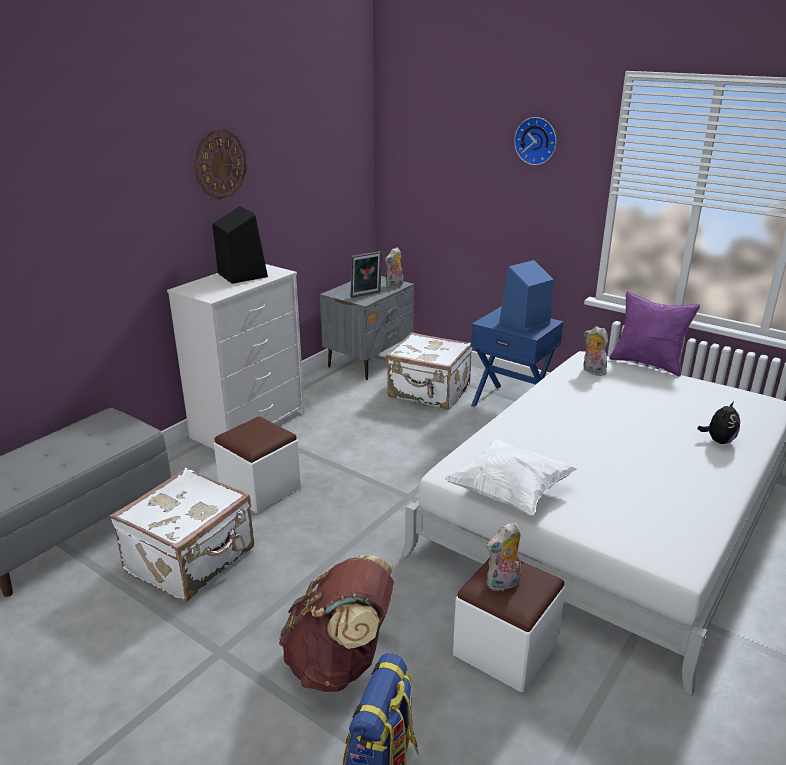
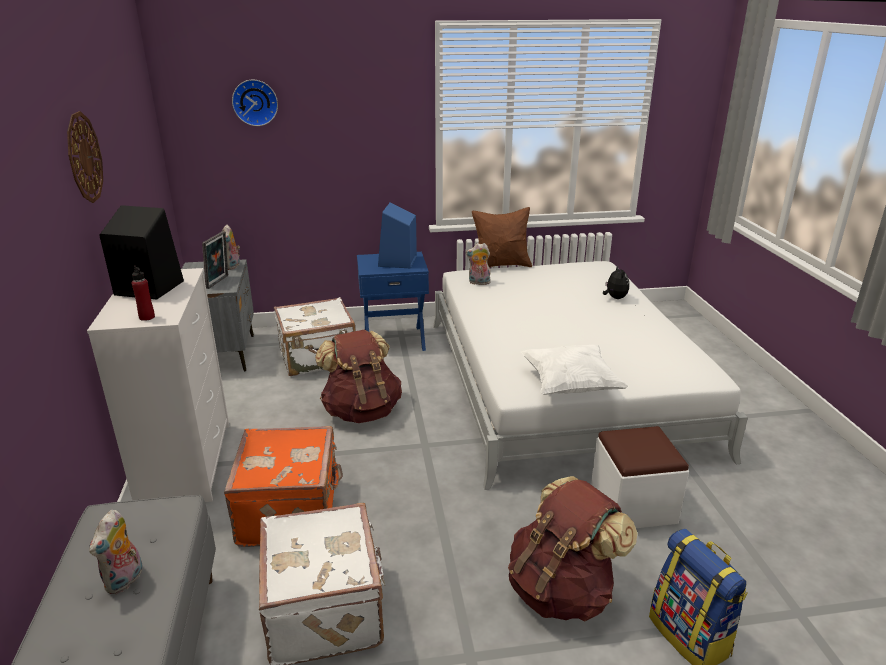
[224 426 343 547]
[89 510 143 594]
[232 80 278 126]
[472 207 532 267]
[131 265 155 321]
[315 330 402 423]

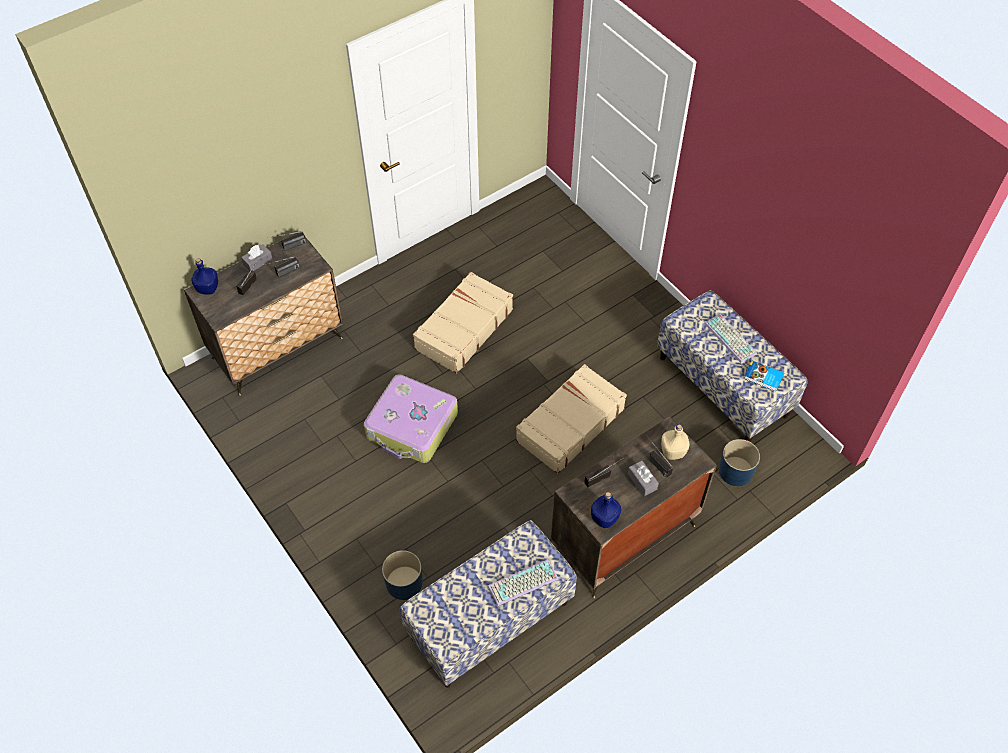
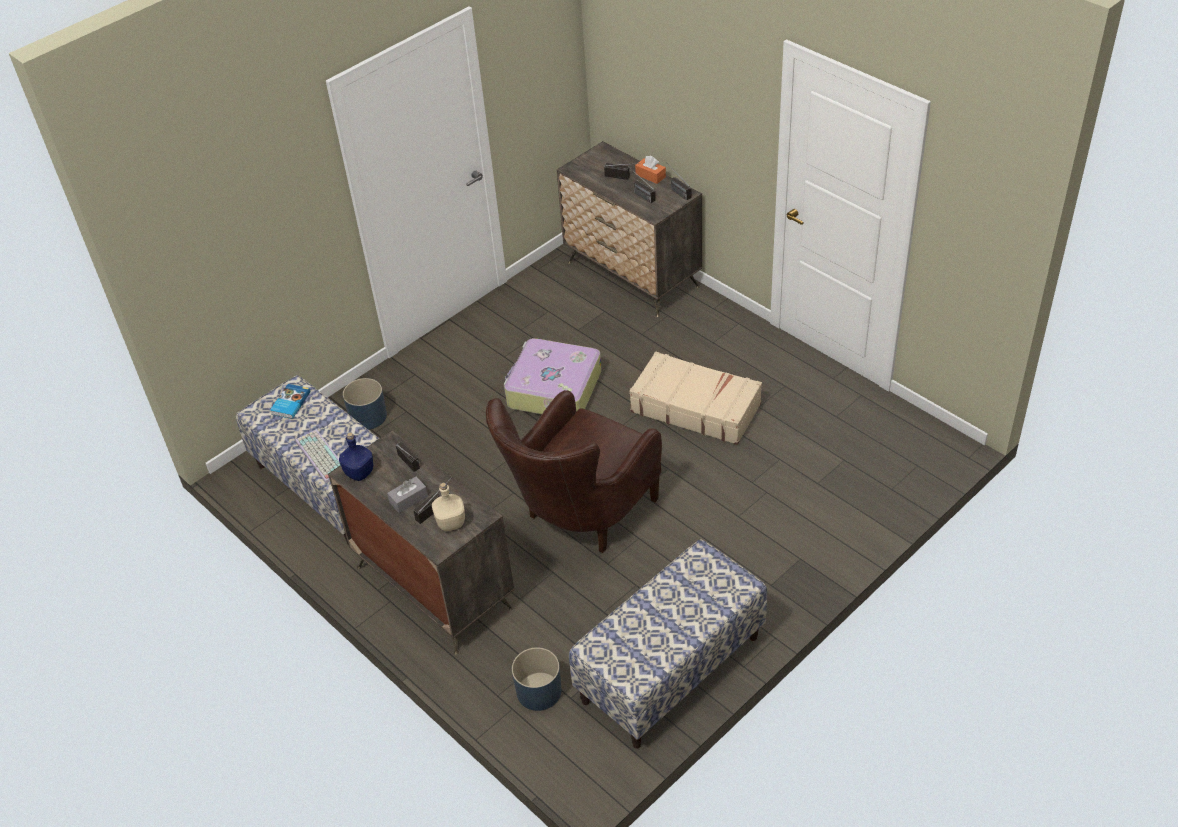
[191 258 218 295] (first image)
[635 156 666 184]
[486 390 662 553]
[704 314 757 363] (first image)
[270 384 311 419]

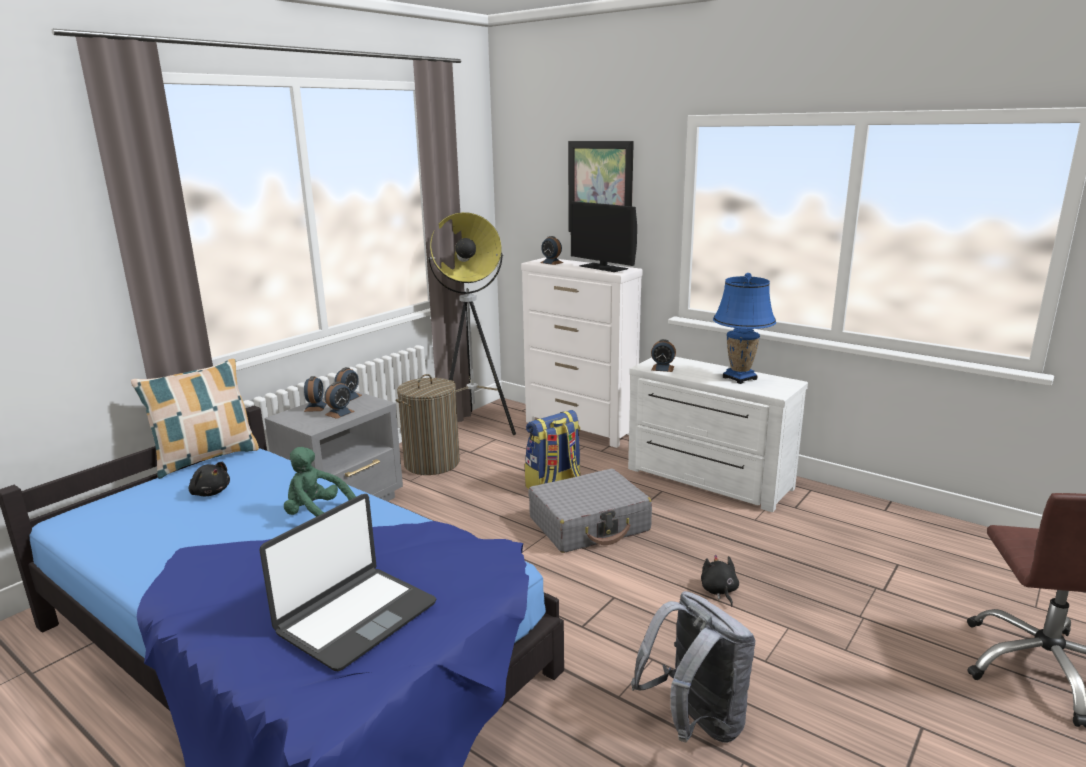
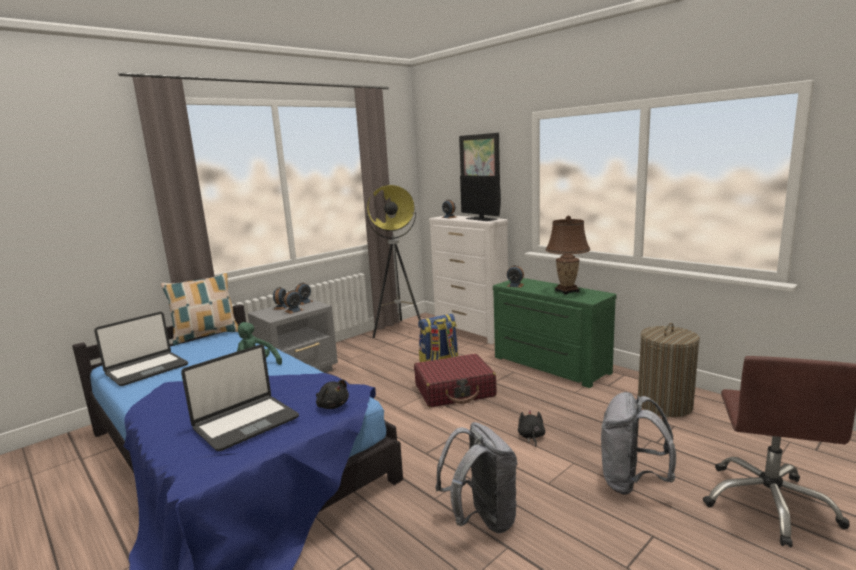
[316 379 349 409]
[638 323 700 417]
[414 354 497 407]
[493 278 617 388]
[546 216 590 295]
[94 312 188 386]
[601 392 676 495]

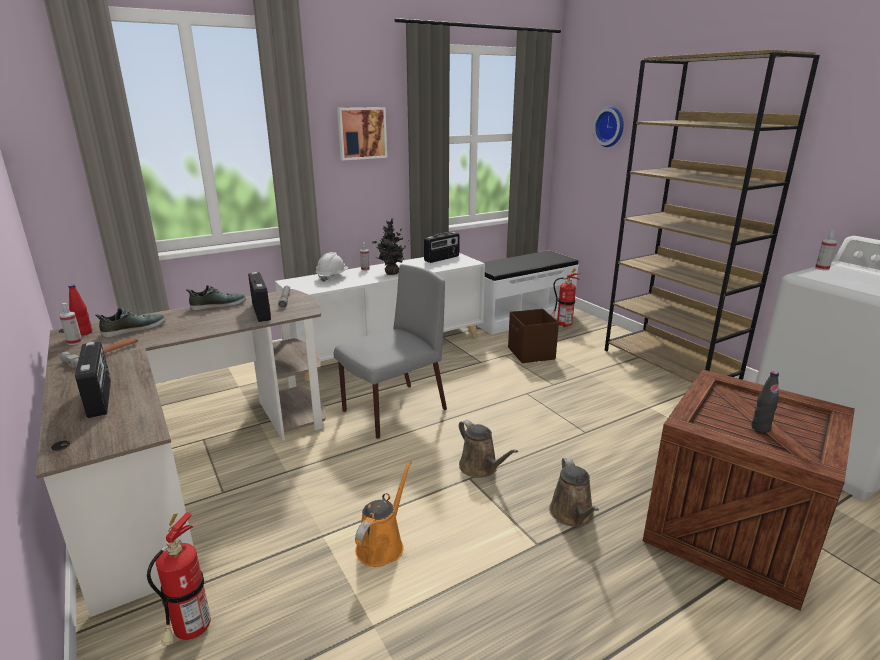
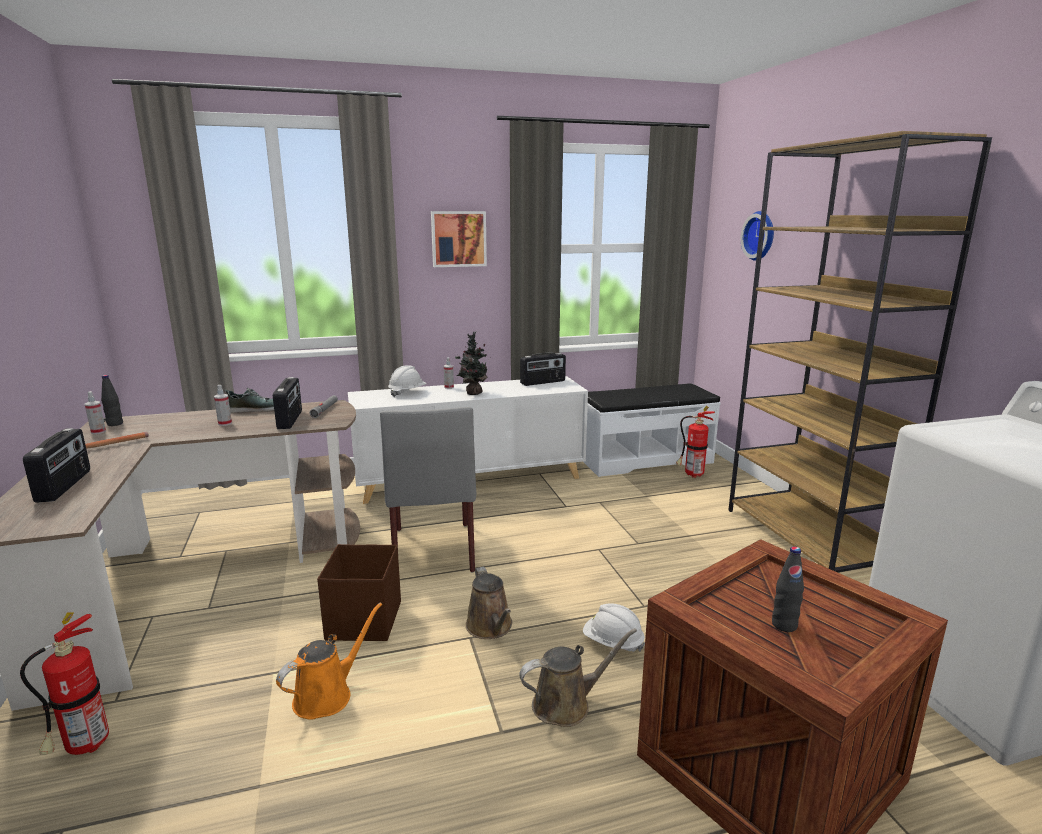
[101 375 123 426]
[95 308 165 337] (first image)
[380 407 476 572]
[317 544 401 641]
[519 628 637 727]
[214 385 232 426]
[583 603 645 652]

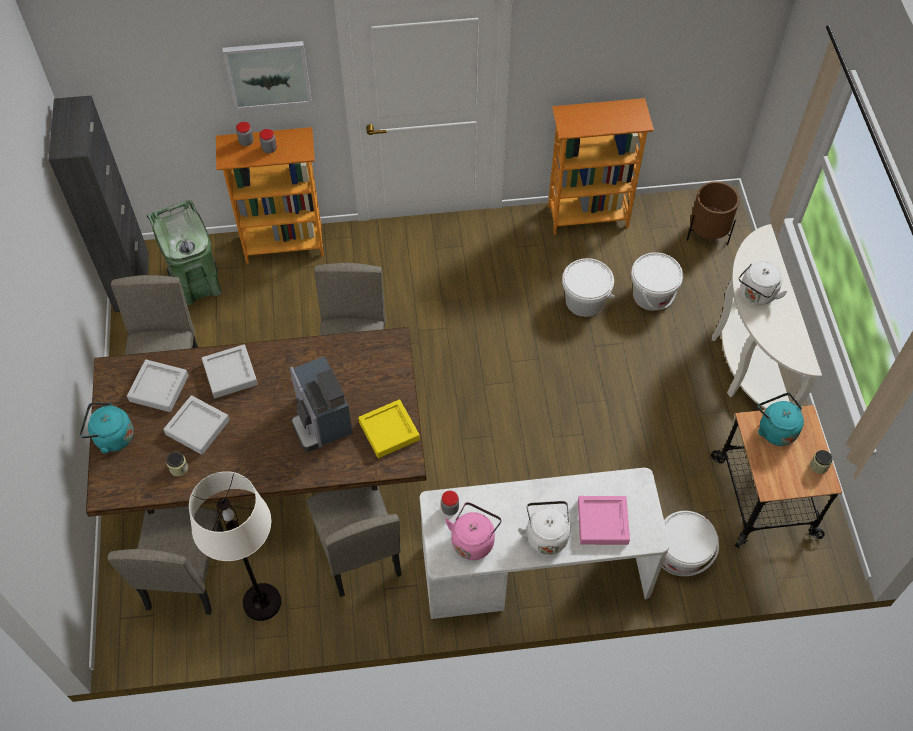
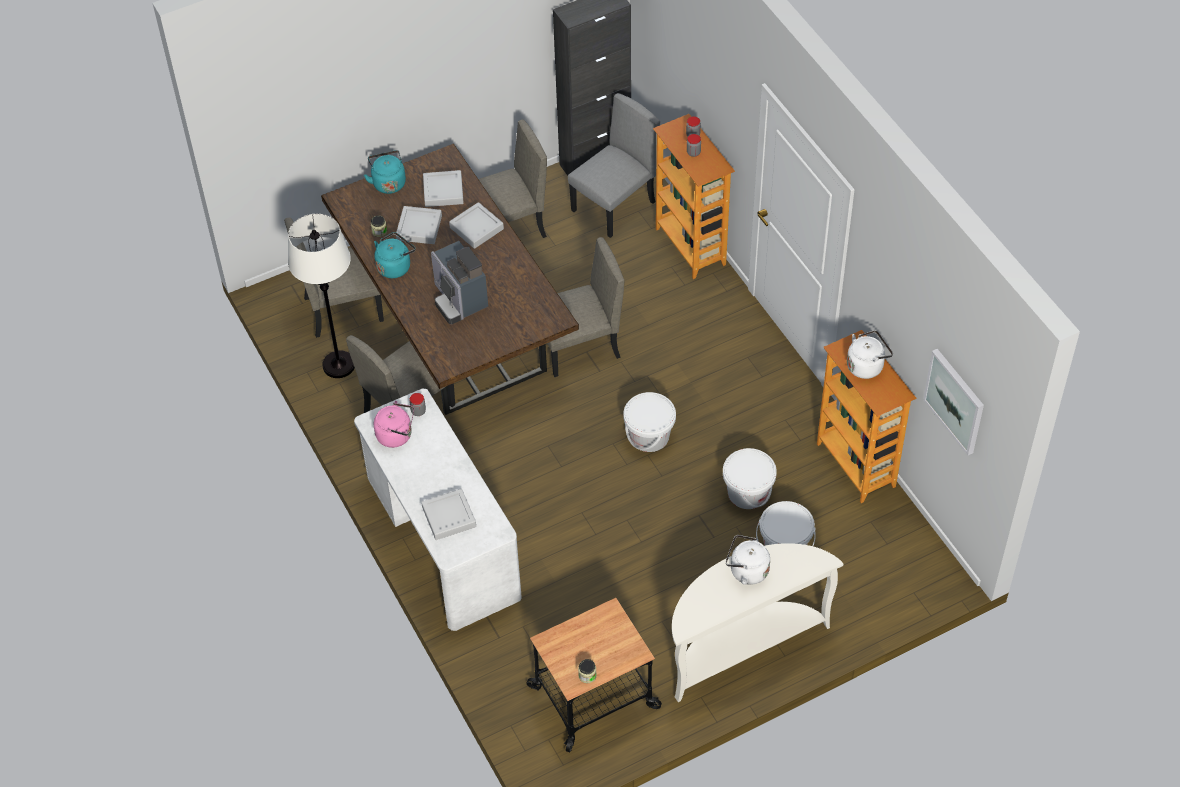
[568 93 660 238]
[923 349 984 455]
[431 241 488 324]
[358 399 420 458] (first image)
[847 330 893 379]
[421 489 476 540]
[623 392 676 452]
[687 181 740 245] (first image)
[374 232 415 278]

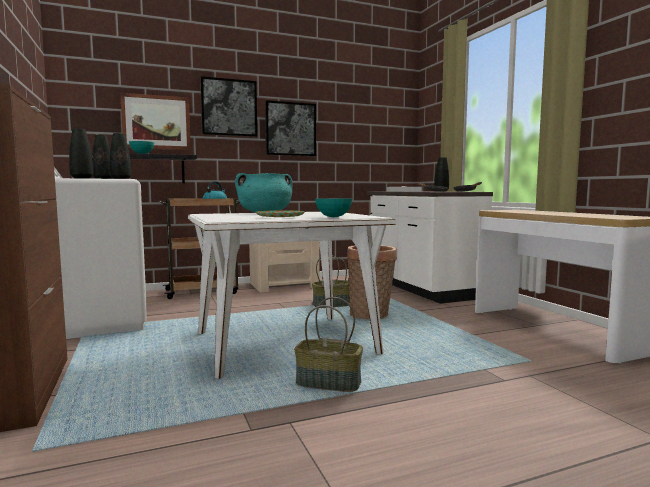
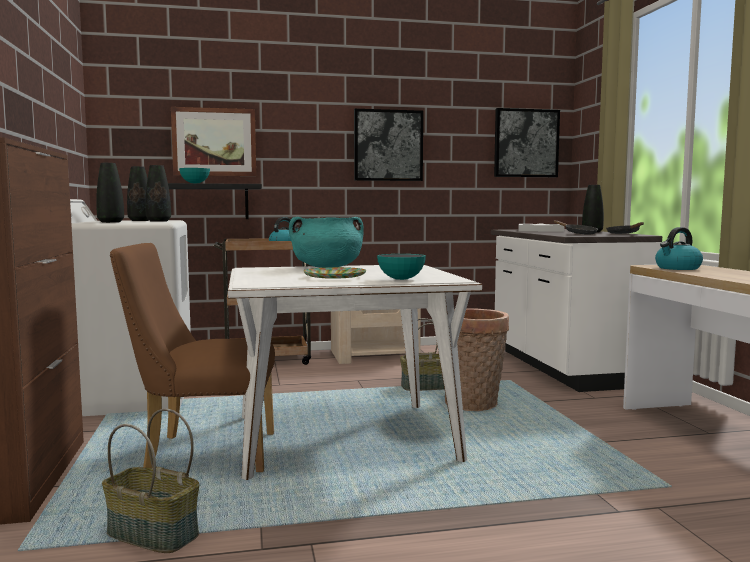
[494 108 560 177]
[102 408 200 553]
[110 243 275 472]
[655 227 703 270]

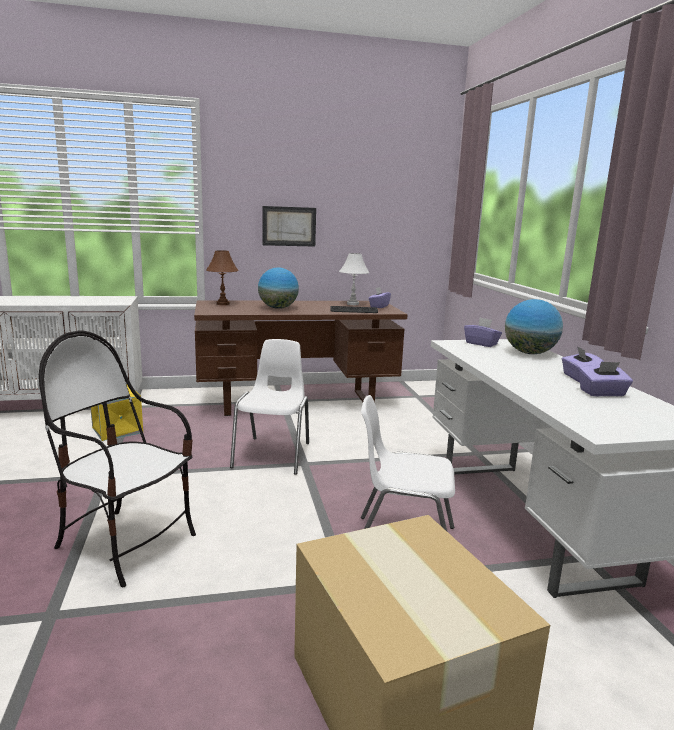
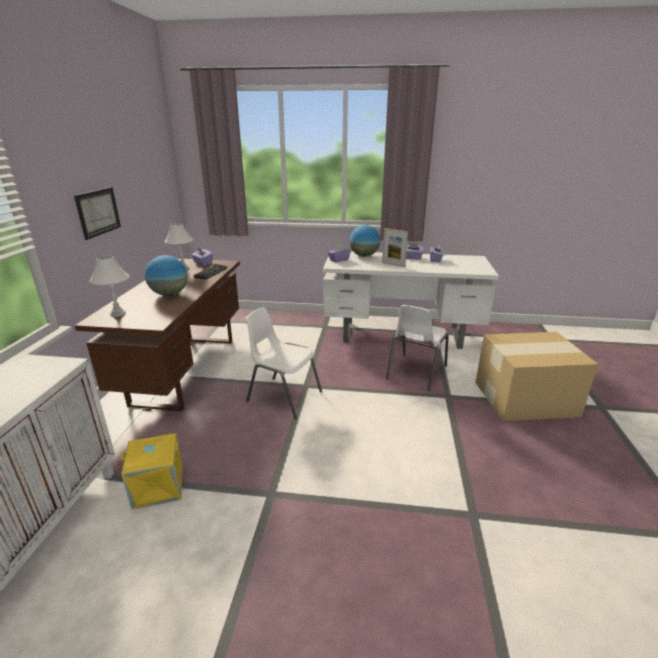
[39 331 196 587] (first image)
[89 256 130 317]
[382 228 408 267]

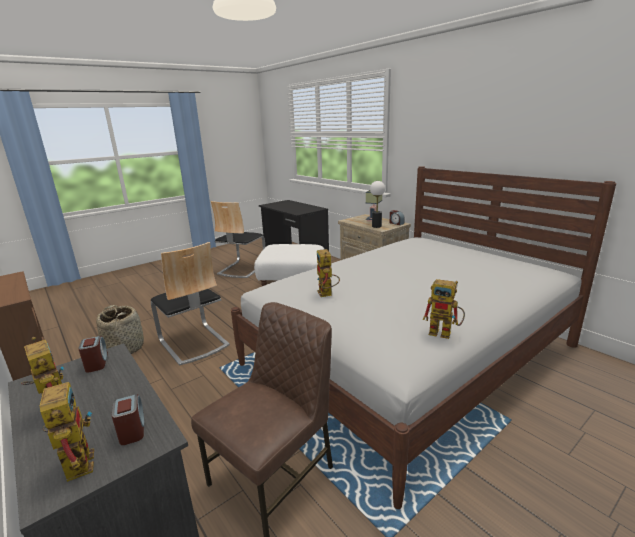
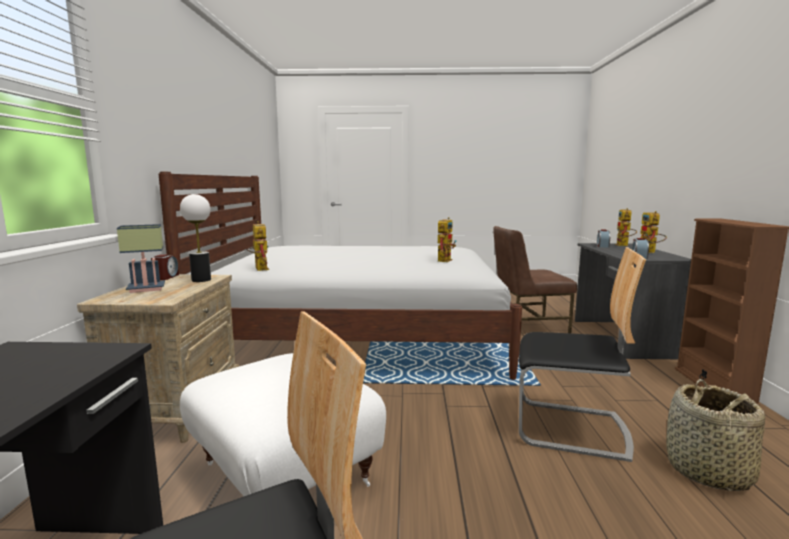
[519 247 646 462]
[246 221 269 271]

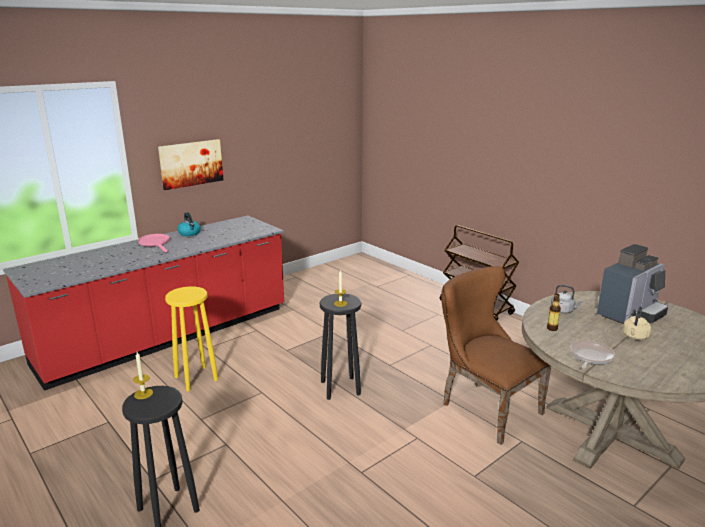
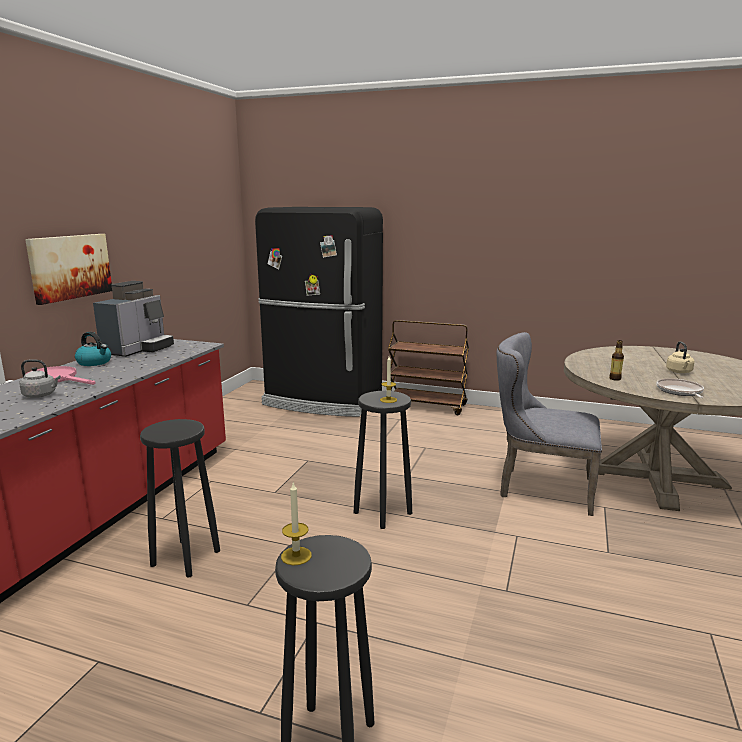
[140 419 220 577]
[497 332 602 516]
[19 359 61 398]
[93 281 174 357]
[255 207 383 417]

